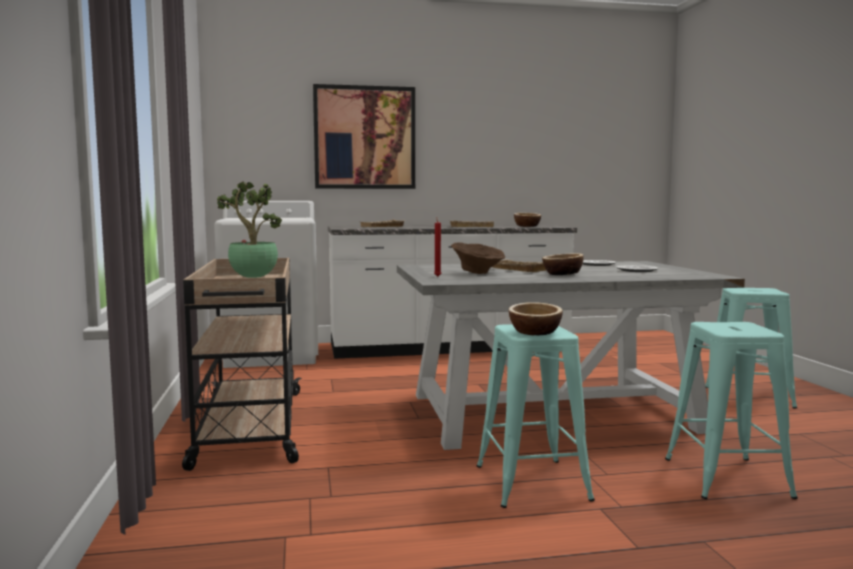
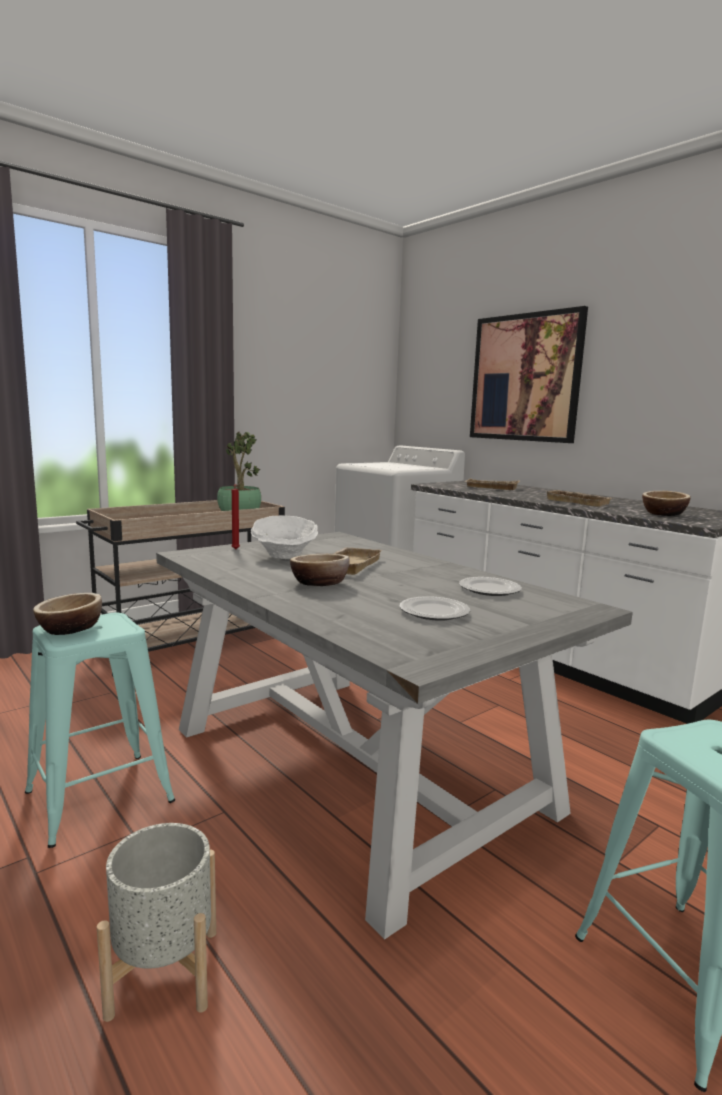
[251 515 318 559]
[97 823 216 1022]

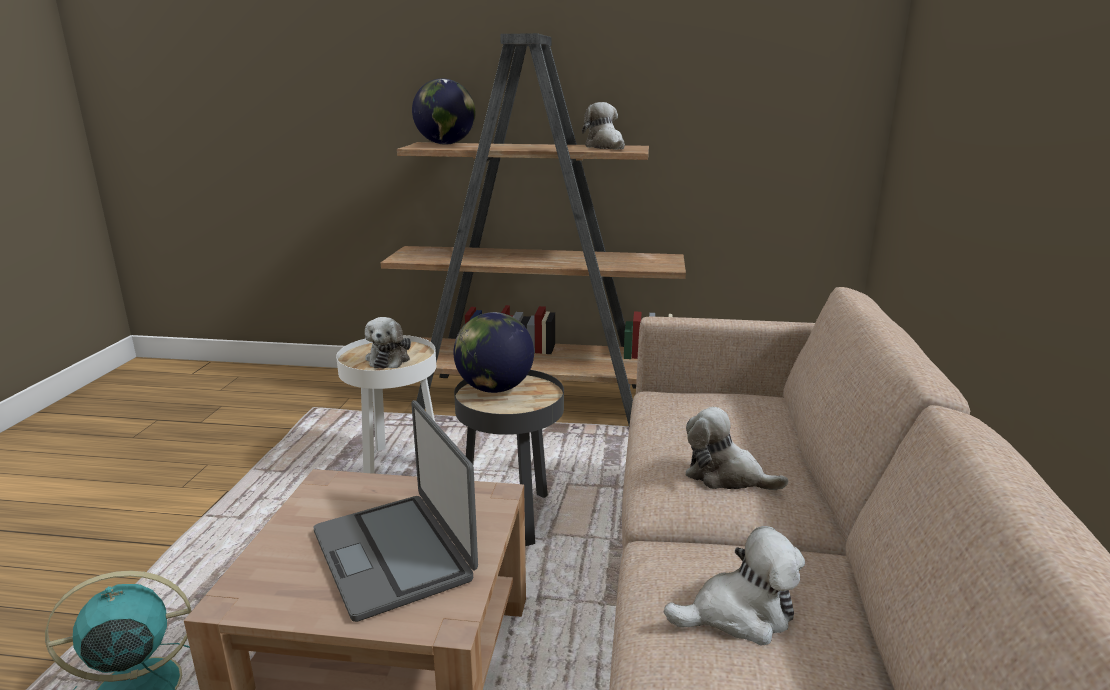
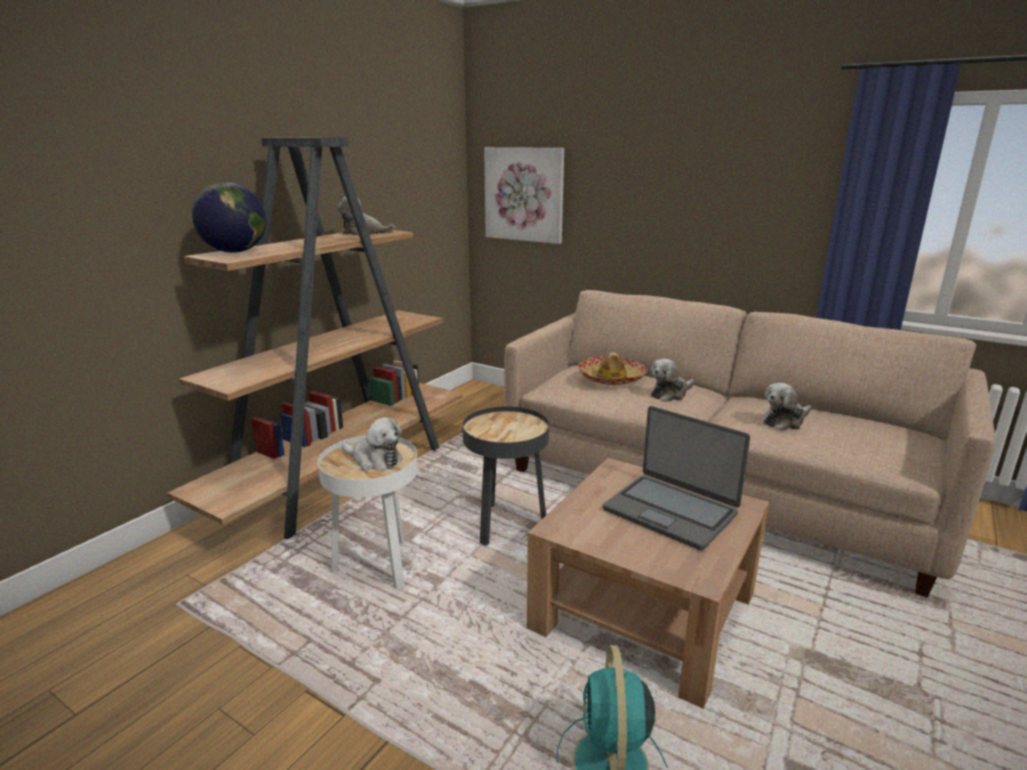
[603 406 750 551]
[453 312 534 393] (first image)
[763 383 812 431]
[484 147 564 244]
[578 352 647 385]

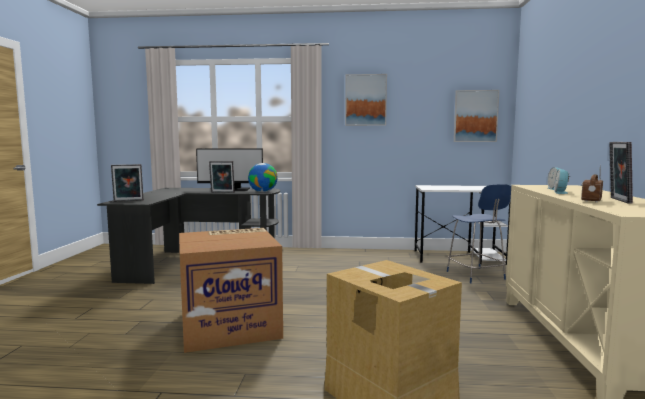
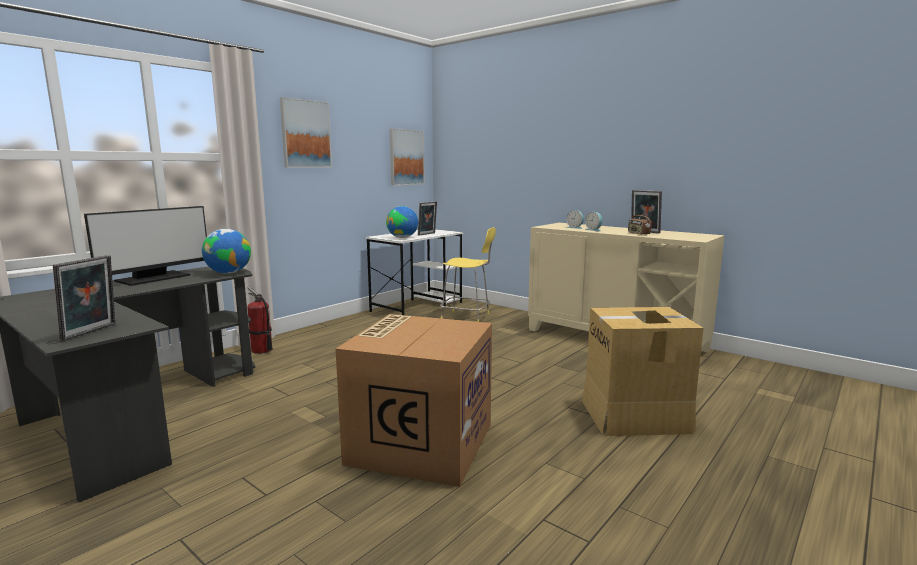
[418 201 437 236]
[440 227 496 322]
[247 287 273 354]
[386 206 418 238]

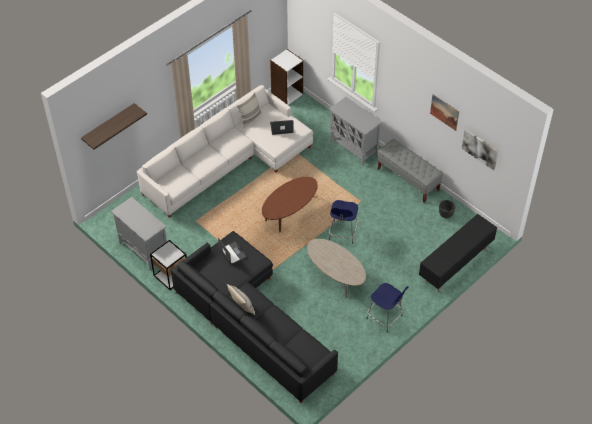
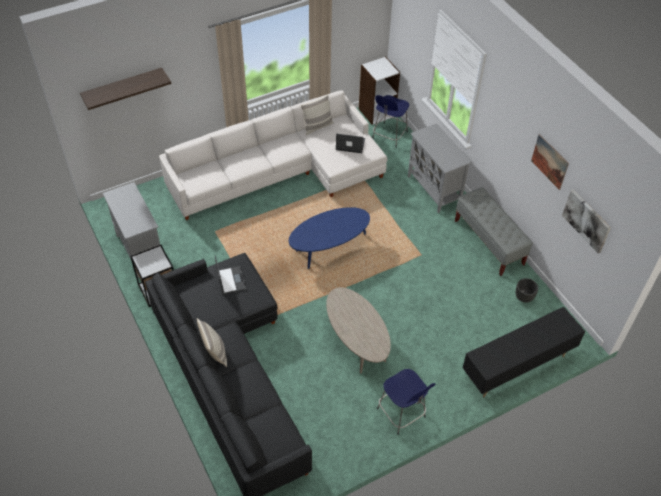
[289 207 370 269]
[372 95 409 148]

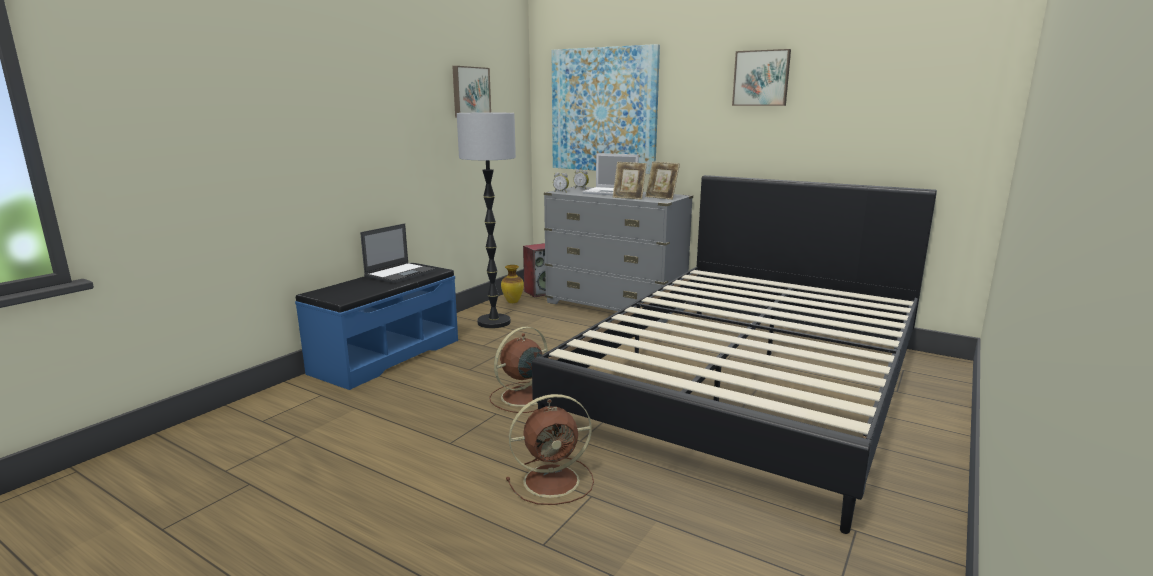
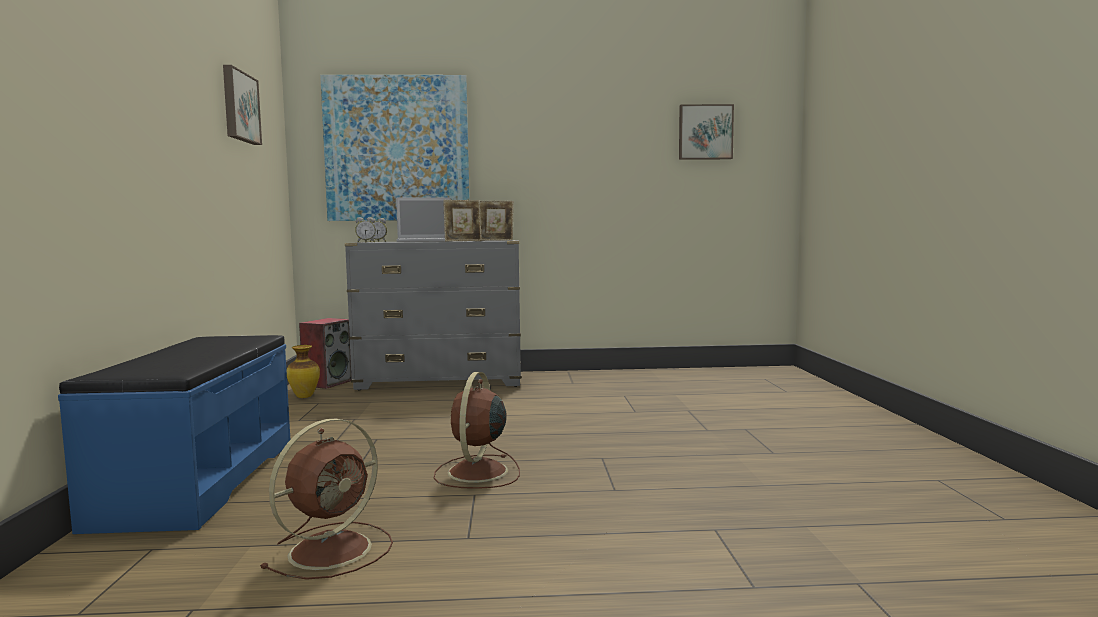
[360 223 436 283] (first image)
[457 113 516 328] (first image)
[260 419 393 580]
[532 175 937 534] (first image)
[679 104 734 160]

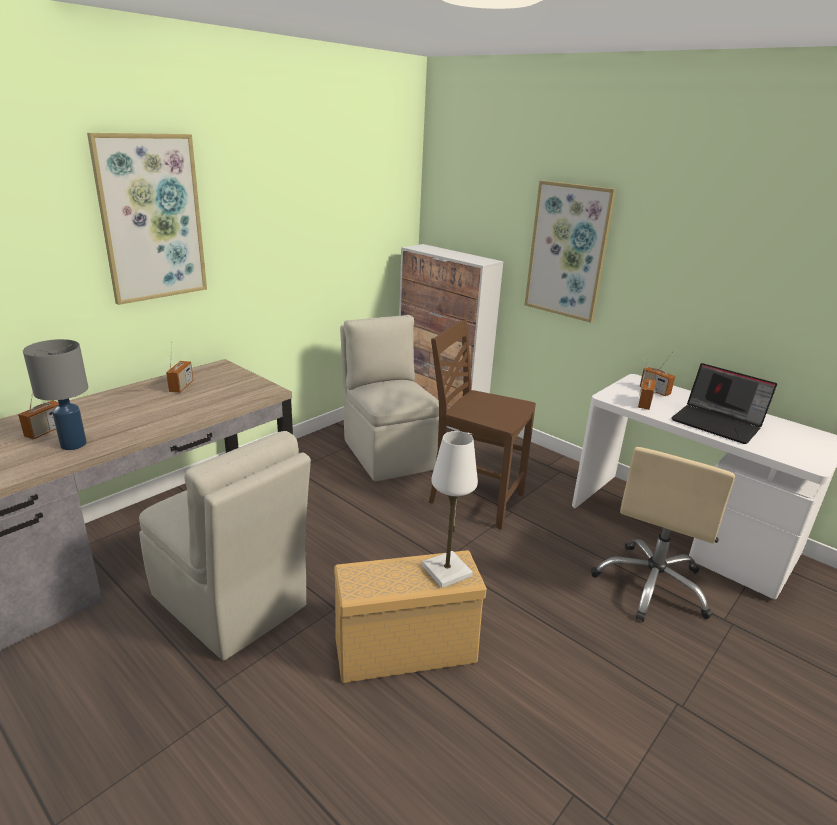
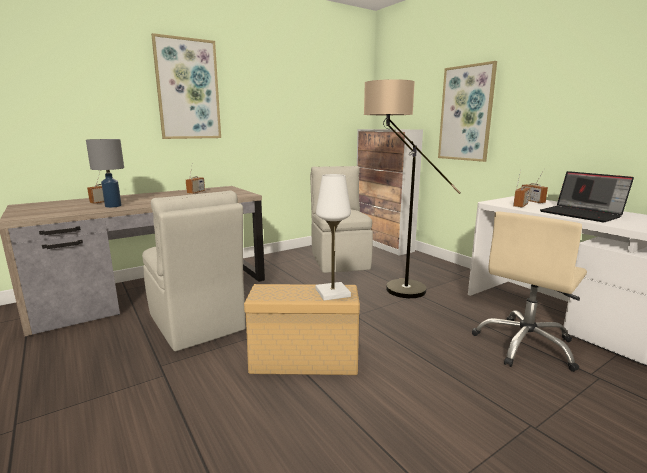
[364 79 461 298]

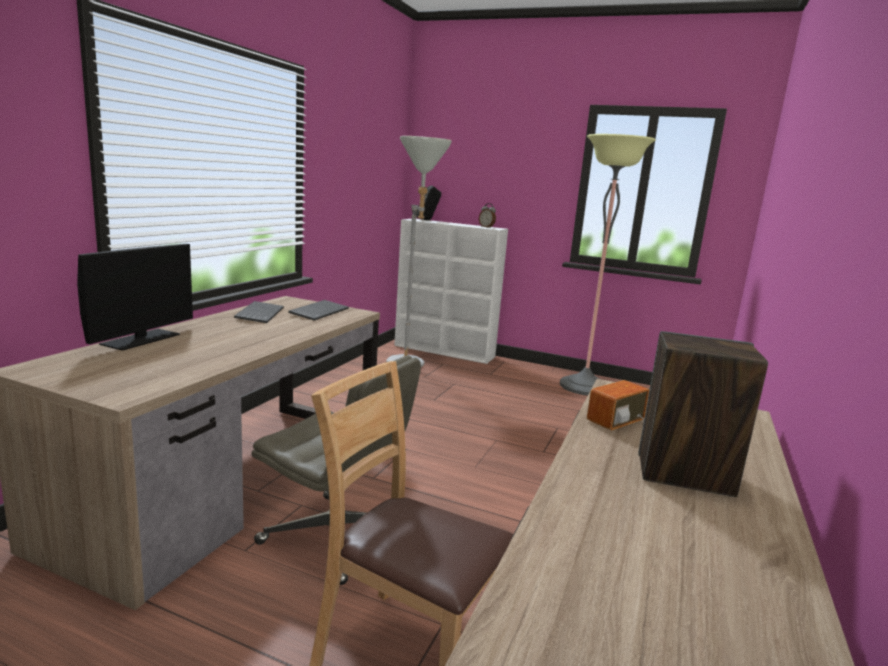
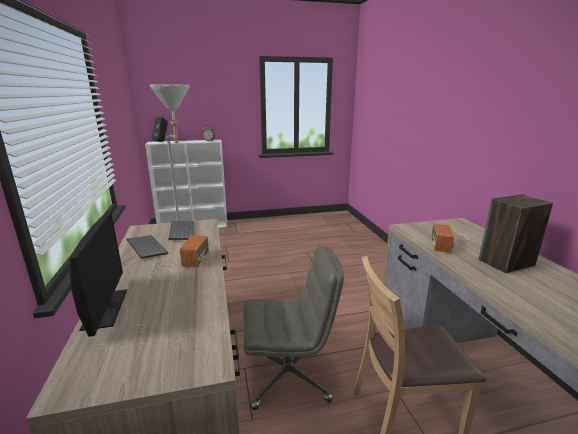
[560 134 656 396] (first image)
[144 235 209 285]

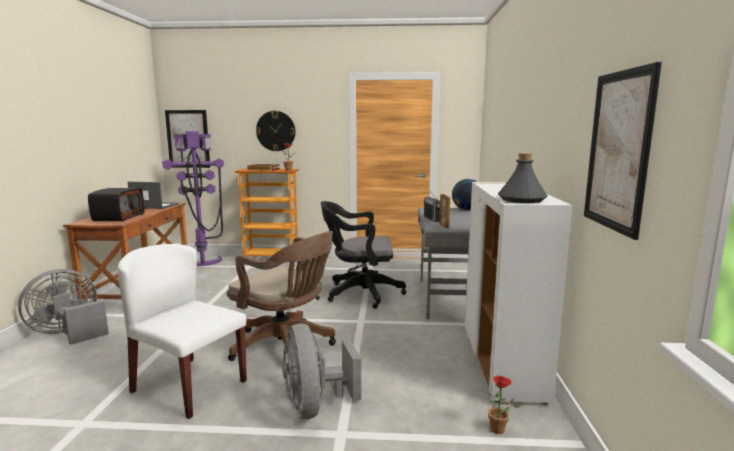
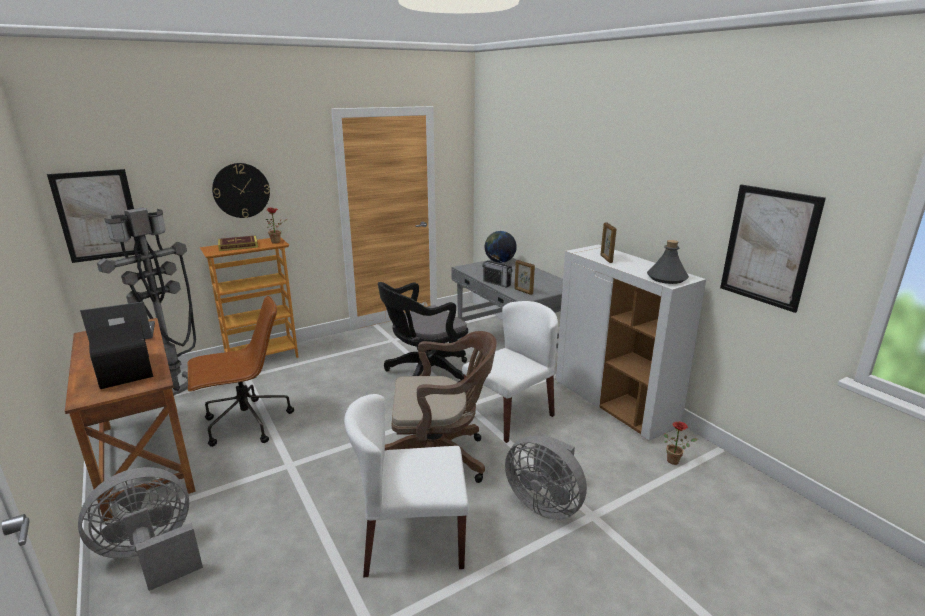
[78 467 203 591]
[97 208 196 395]
[187 296 294 447]
[462 301 558 443]
[600 222 616 263]

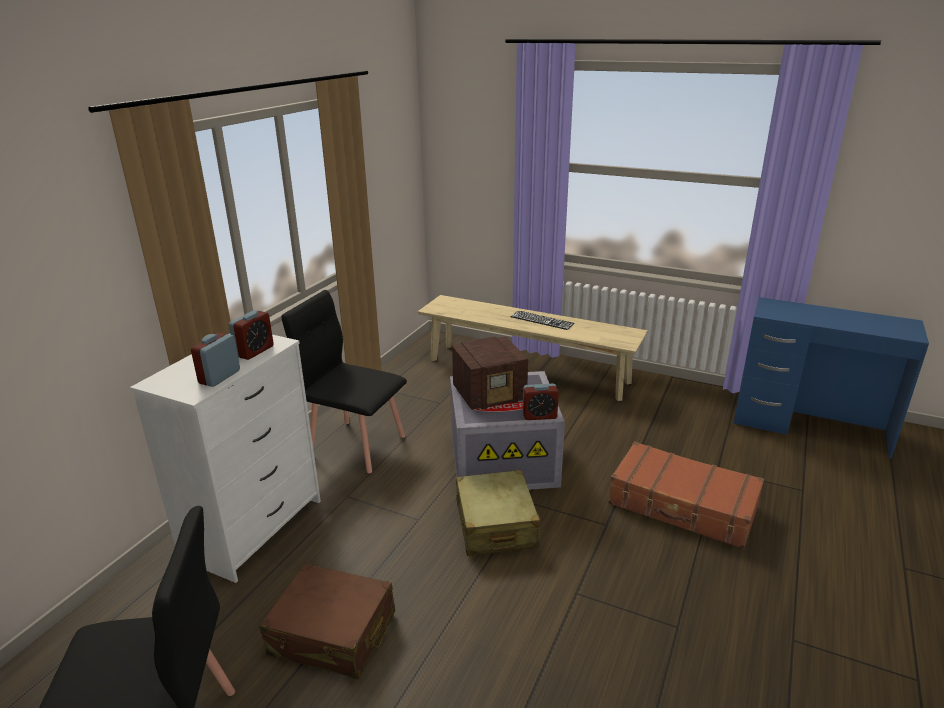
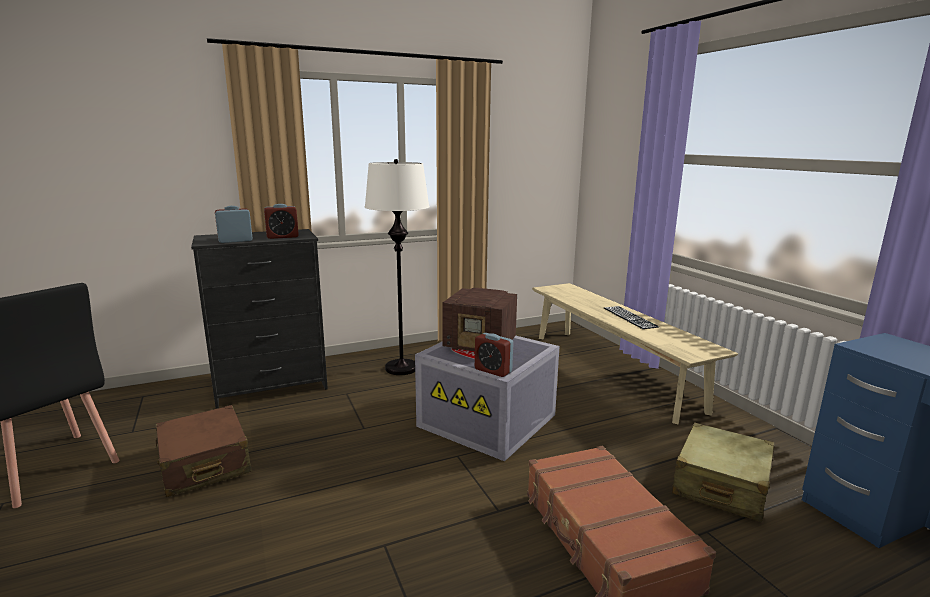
[191 229 328 409]
[365 159 430 375]
[672 423 774 522]

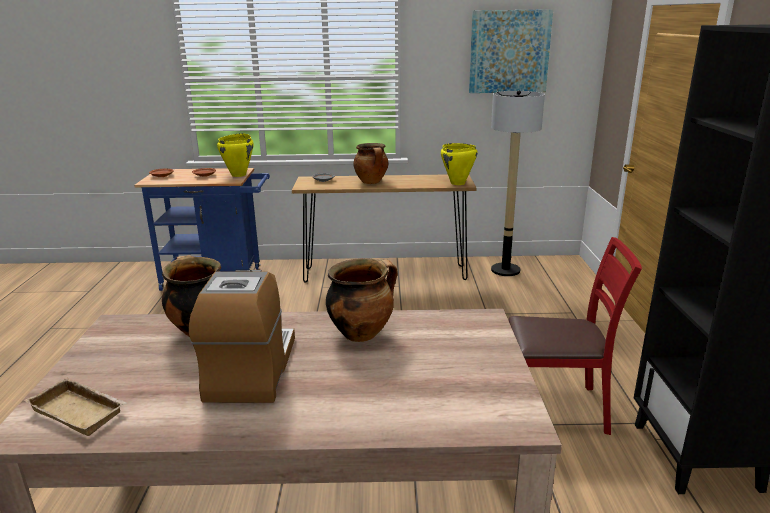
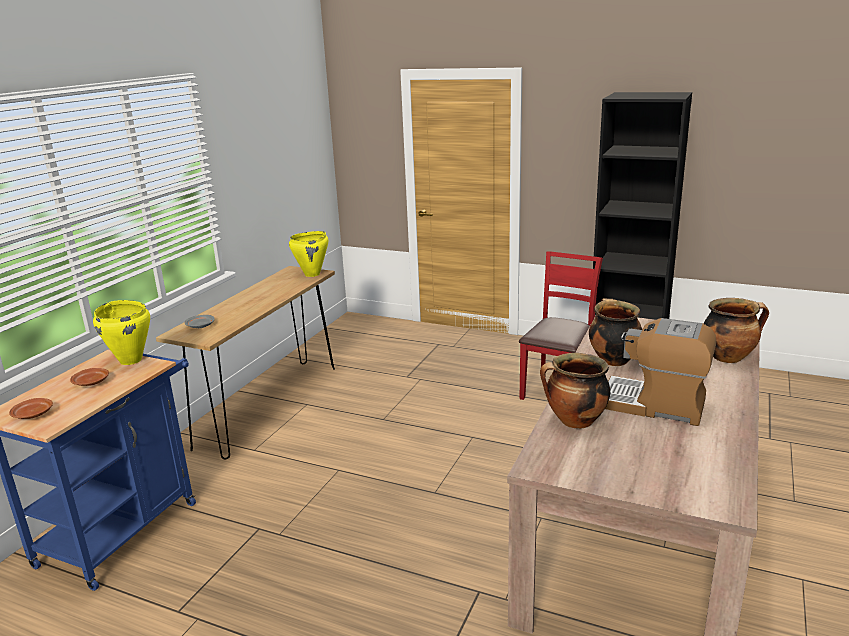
[24 378 127 436] (first image)
[704 298 769 363]
[469 9 553 93] (first image)
[491 90 545 276] (first image)

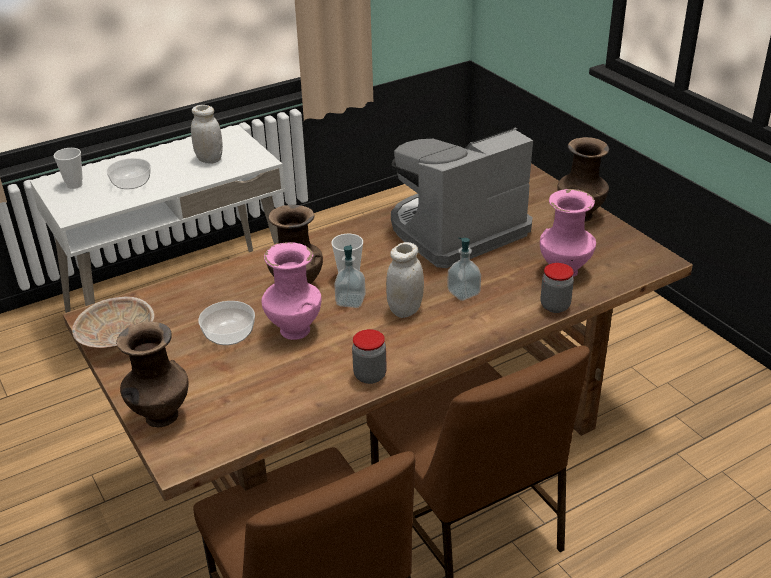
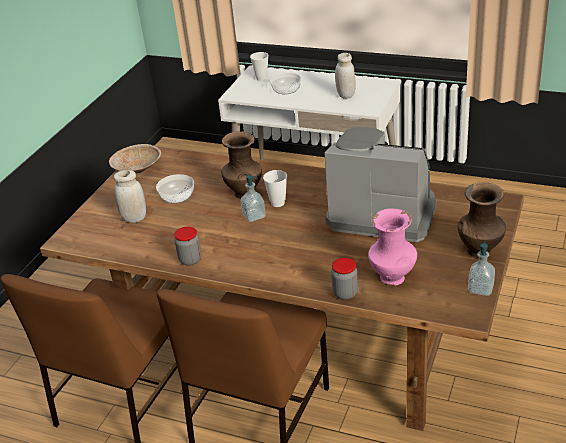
[116 322 188 427] (first image)
[261 242 321 340] (first image)
[114 170 146 223]
[468 242 495 296]

